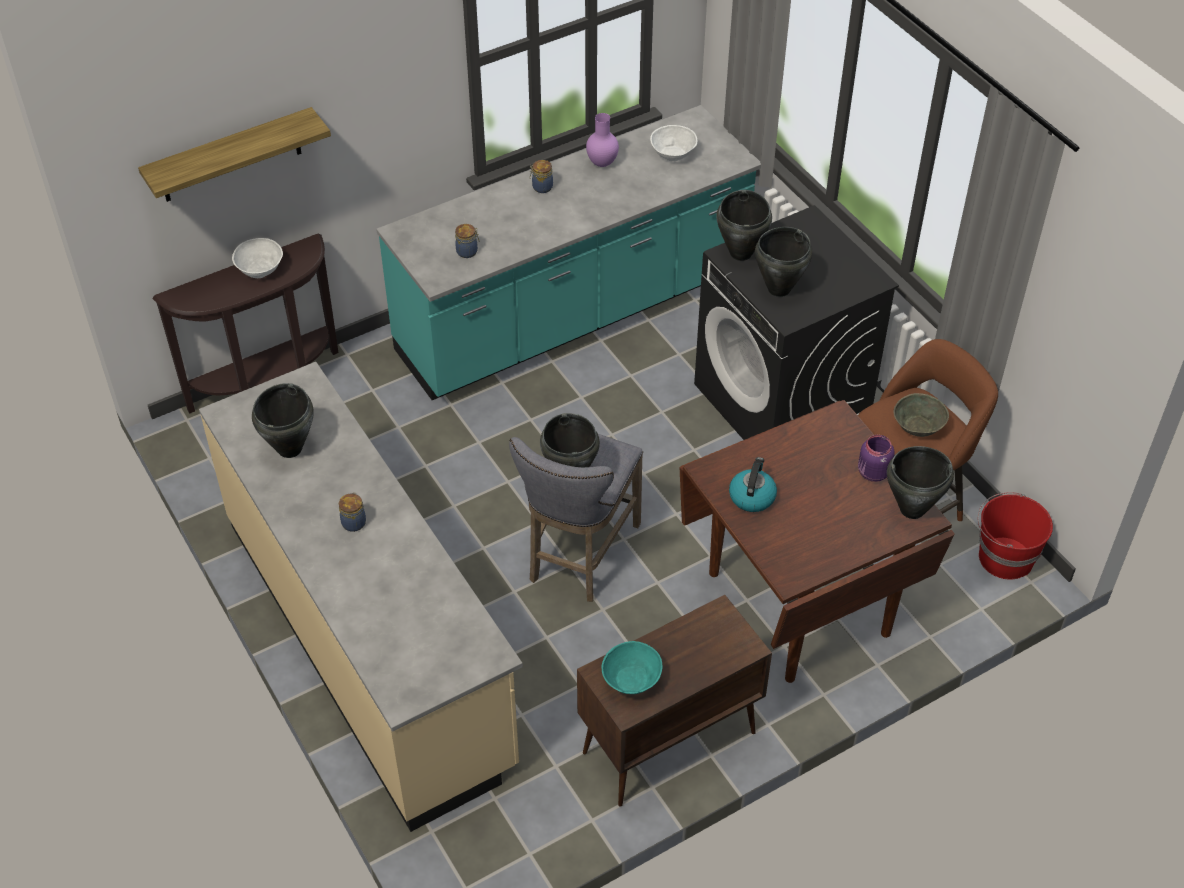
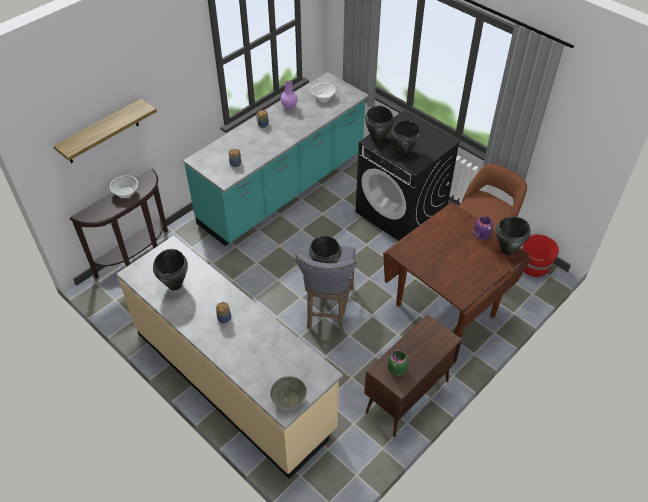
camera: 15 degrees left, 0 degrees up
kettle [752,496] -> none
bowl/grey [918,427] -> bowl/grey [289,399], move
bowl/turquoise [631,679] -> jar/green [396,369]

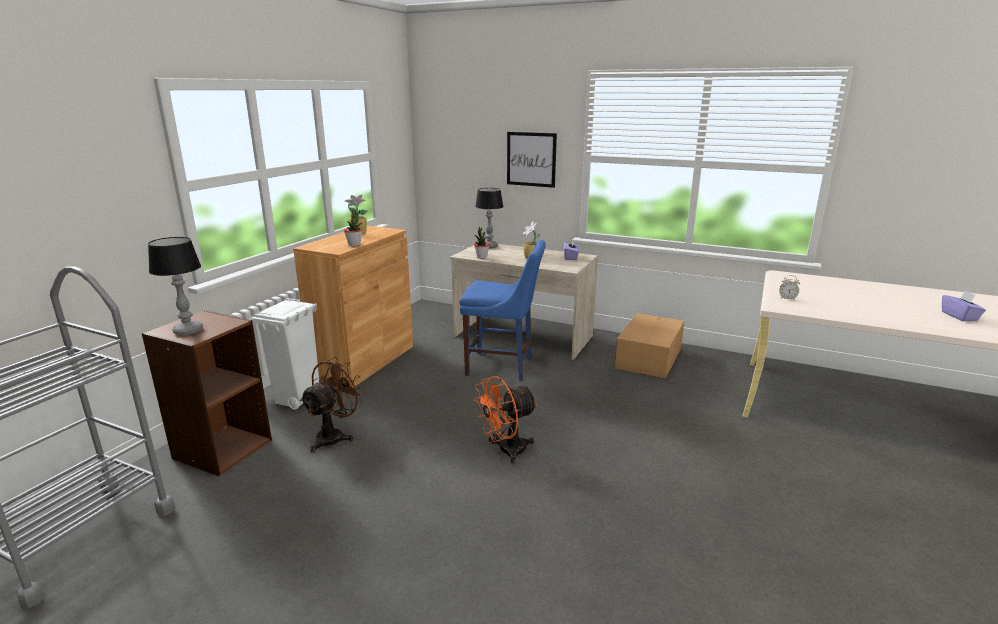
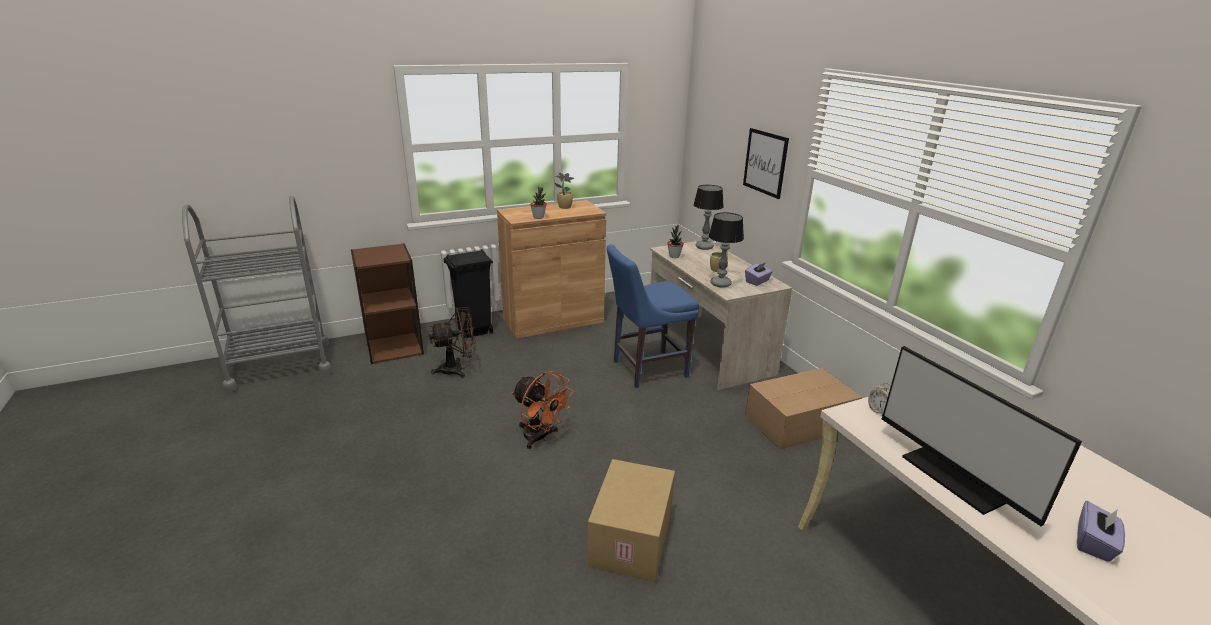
camera: 40 degrees right, 5 degrees up
none -> cardboard box [632,539]
none -> monitor [956,477]
table lamp [188,331] -> table lamp [721,284], move
trash can/white [297,399] -> trash can/black [473,332]
chair/blue [503,366] -> chair/blue [646,369], 105 degrees clockwise
fan/orange [505,451] -> fan/orange [540,438], 150 degrees counterclockwise

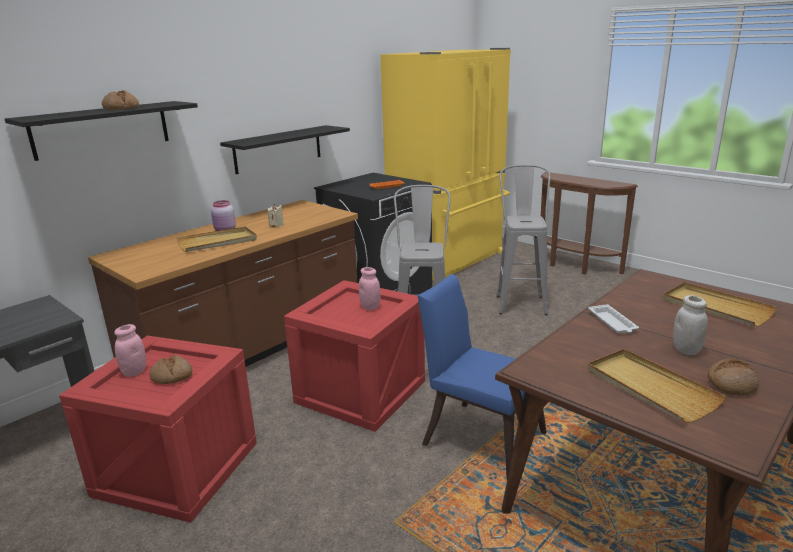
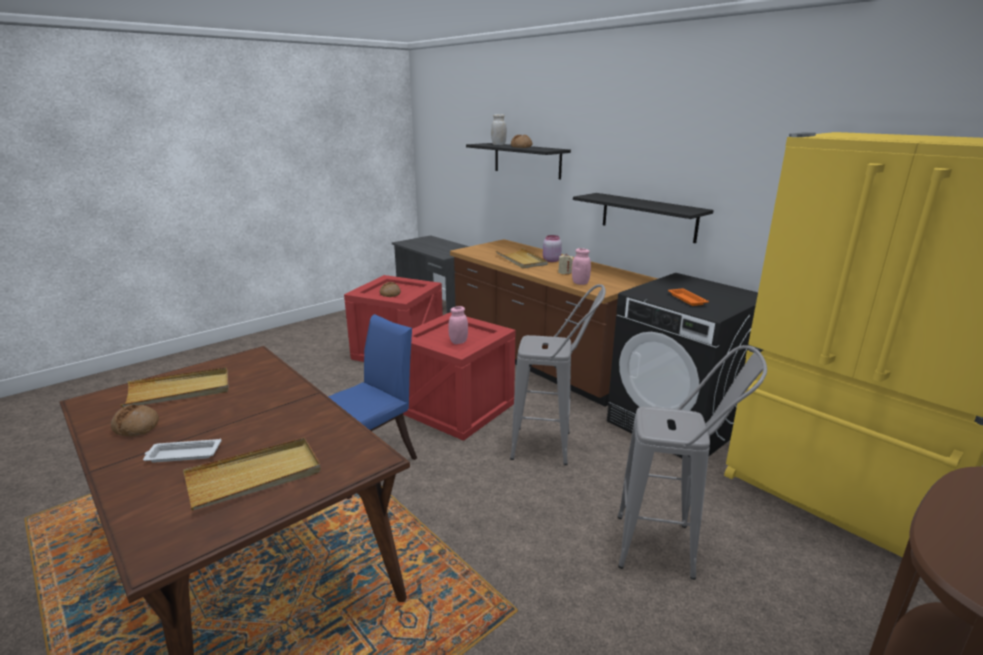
camera: 95 degrees right, 0 degrees up
jar/pink [134,372] -> jar/pink [580,283], move
tray/white [612,322] -> tray/white [182,455], move
jar/white [686,350] -> jar/white [498,144], move

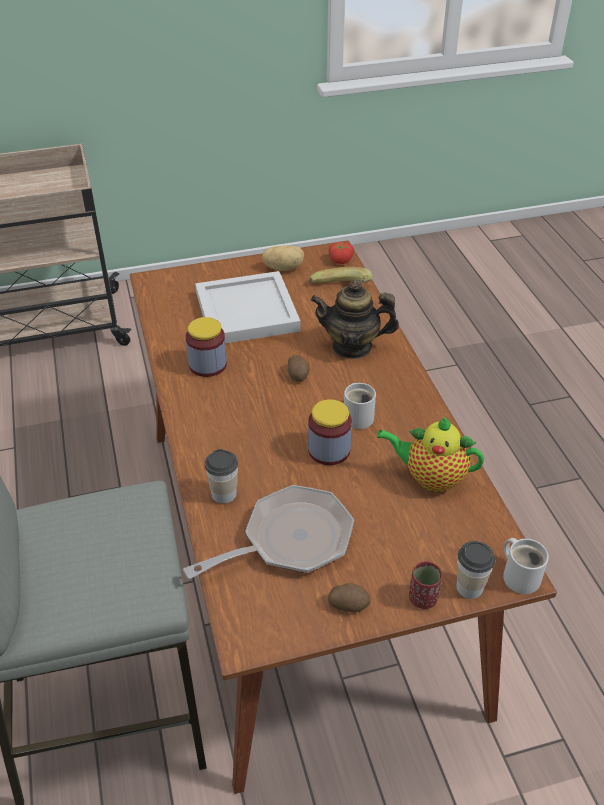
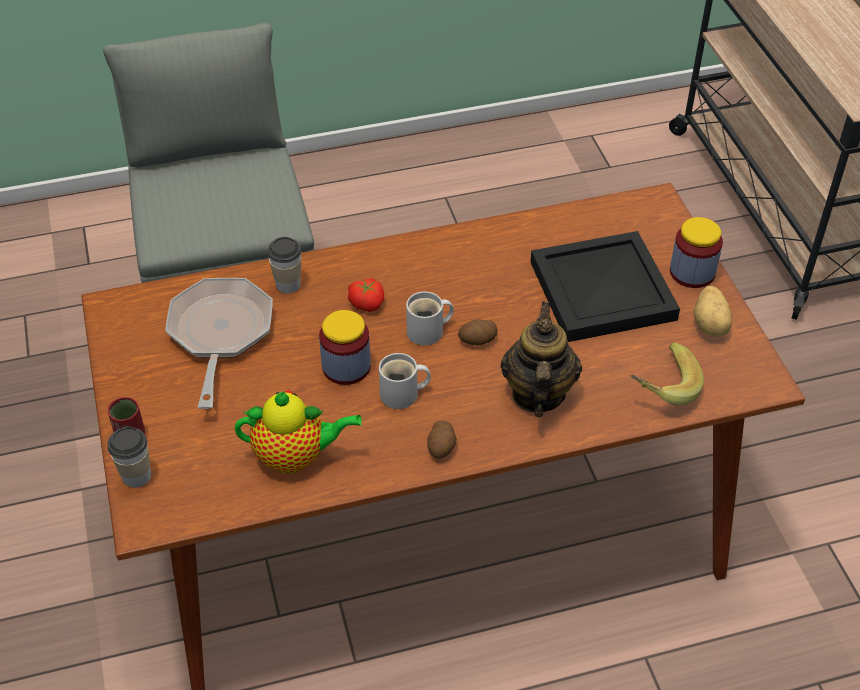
camera: 90 degrees right, 5 degrees up
jar [207,365] -> jar [692,272], move
potato [348,604] -> potato [442,447], move
tomato [340,260] -> tomato [367,303], move
mug/white [520,575] -> mug/white [429,332], move
tray/white [245,313] -> tray/black [600,289]
frying pan [290,540] -> frying pan [220,334], 150 degrees counterclockwise
teapot [430,477] -> teapot [296,456], 75 degrees clockwise

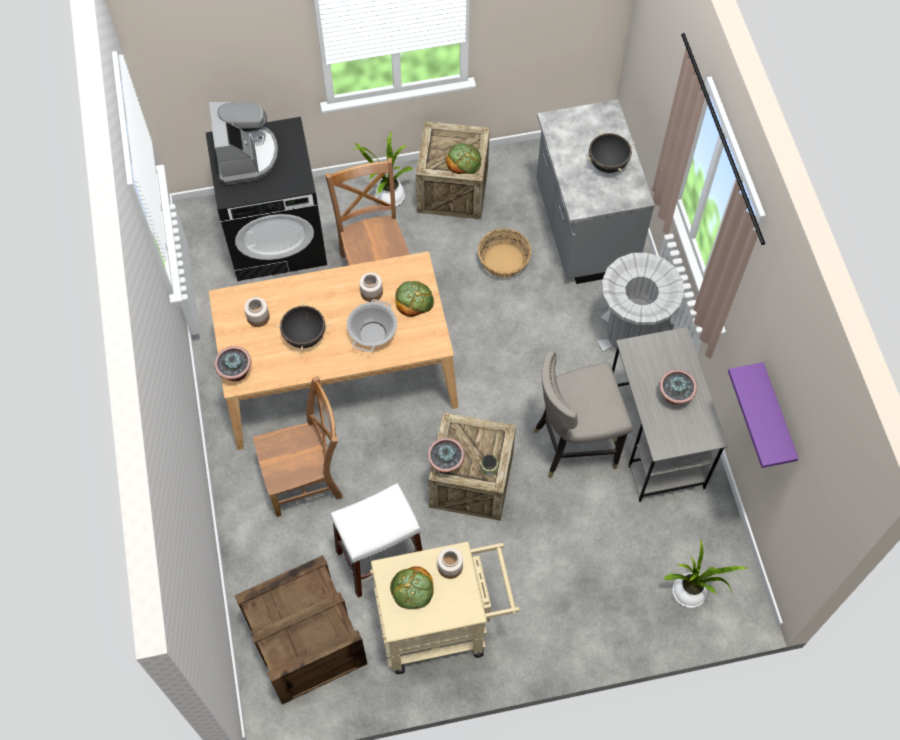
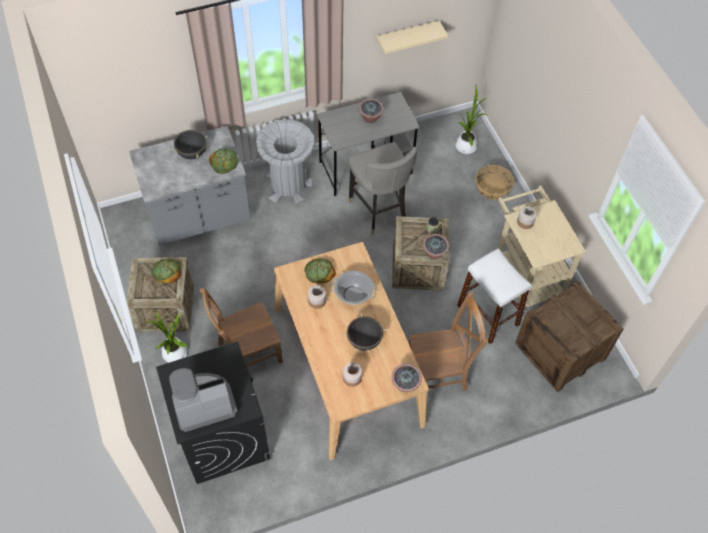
camera: 100 degrees left, 5 degrees down
bread [412,589] -> bread [224,162], move
basket [503,261] -> basket [493,188], move
shelf/purple [776,417] -> shelf/beige [407,37]
chair/brown [305,479] -> chair/brown [439,373], 105 degrees clockwise

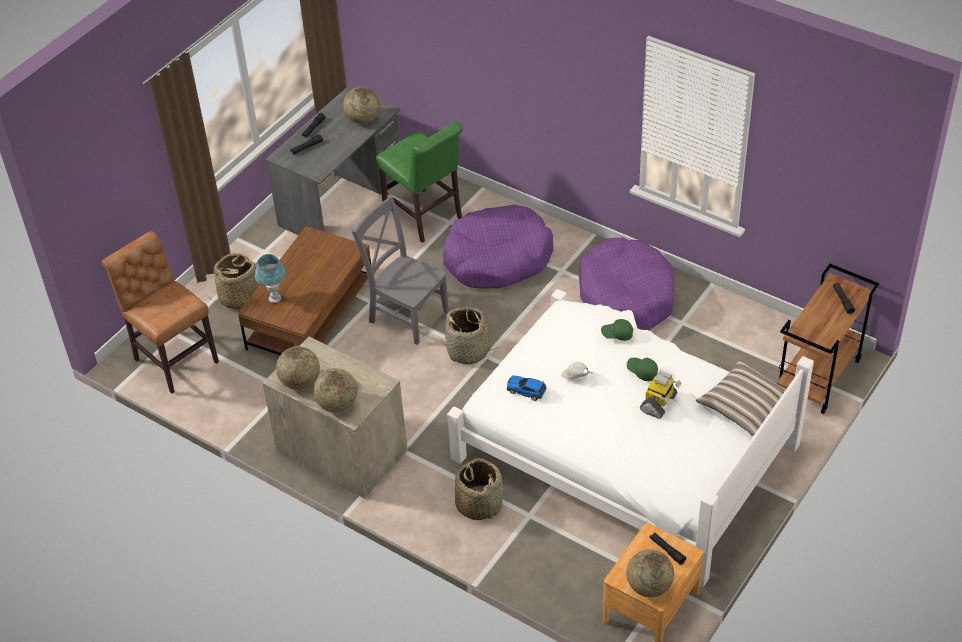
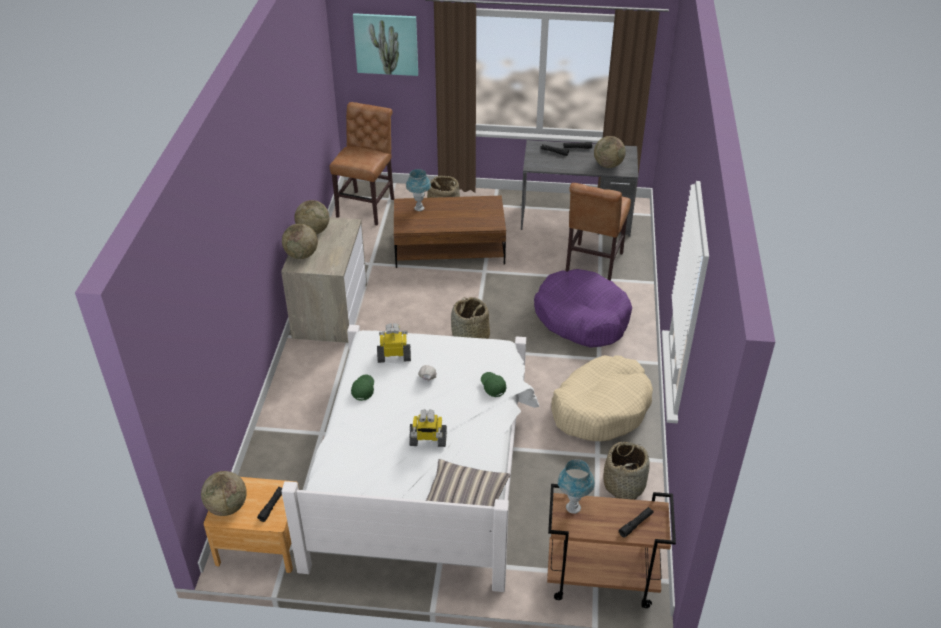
camera: 60 degrees right, 5 degrees down
chair/grey [406,314] -> none
none -> picture [386,44]
none -> table lamp/blue [573,508]
basket [479,504] -> basket [624,484], move
cap/green [642,371] -> cap/green [363,390], move
toy car [527,390] -> toy robot [394,356]
chair/green [425,218] -> chair/brown [592,265]
dog bed/purple [626,296] -> dog bed/beige [601,408]

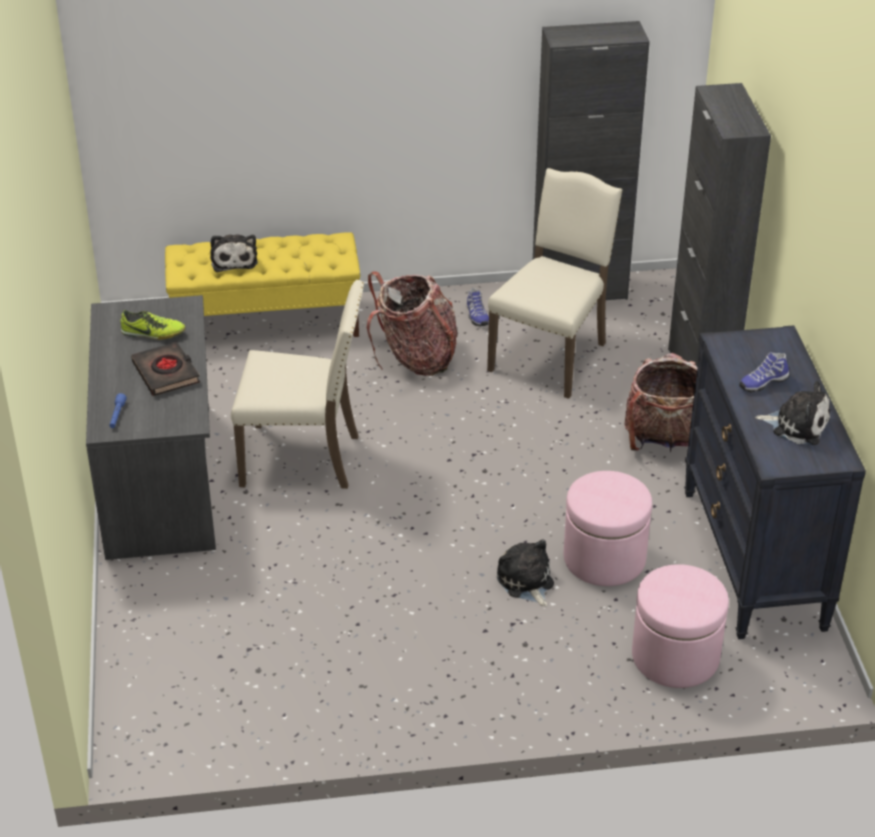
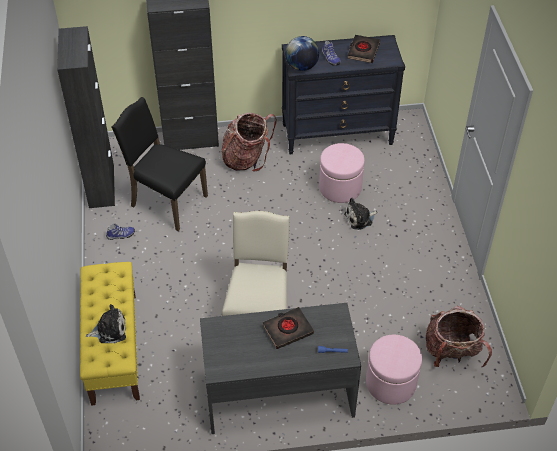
camera: 90 degrees left, 10 degrees up
shoe [153,333] -> none
none -> globe [301,66]
backpack [415,358] -> backpack [452,353], move
ottoman/pink [675,656] -> ottoman/pink [391,383], move
plush toy [797,425] -> book/black [363,51]
chair/beige [551,356] -> chair/black [166,201]

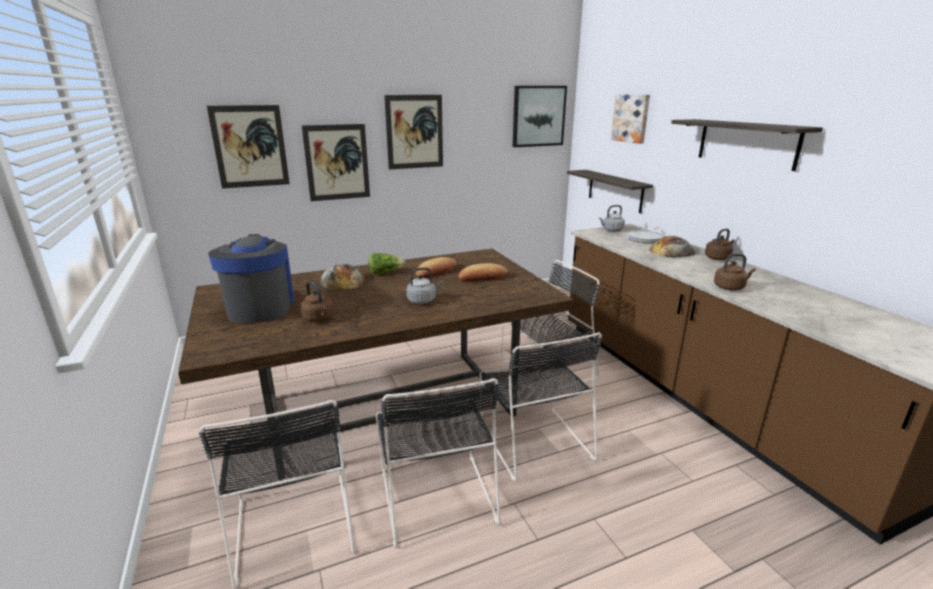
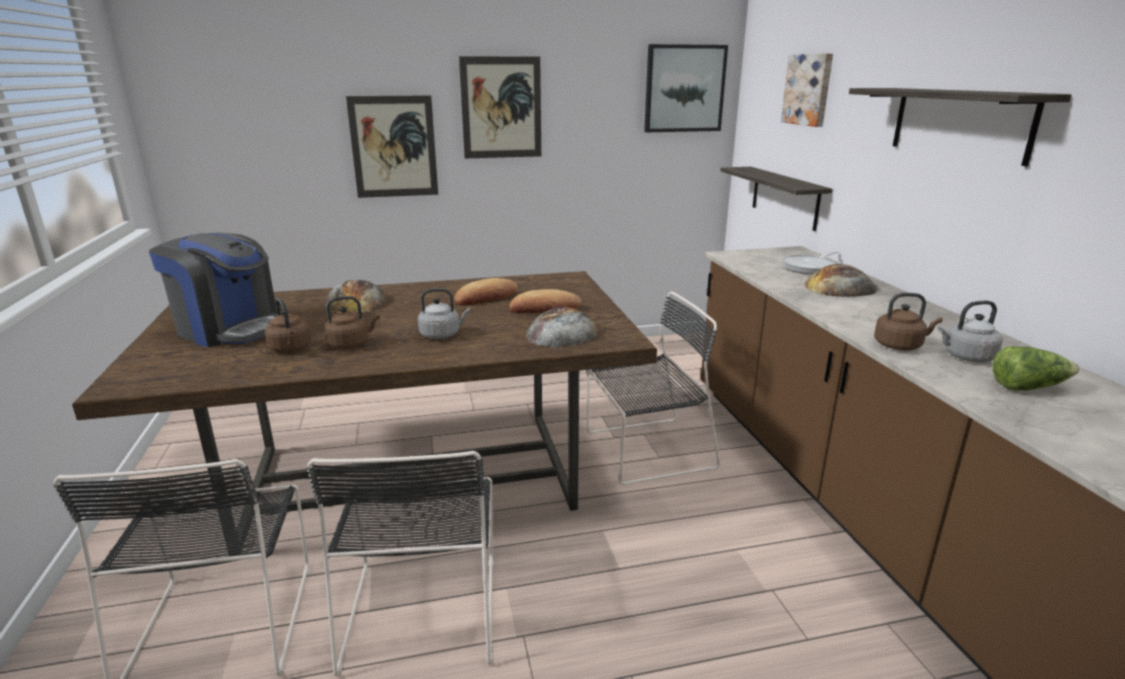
camera: 10 degrees right, 0 degrees up
picture [250,146] -> none
chair/black [533,439] -> none
none -> bread [561,332]
lettuce [385,272] -> lettuce [1027,387], move
kettle/grey [611,230] -> kettle/grey [966,357], move
kettle/brown [718,258] -> kettle/brown [351,344], move
coffee machine [260,307] -> coffee machine [230,329], 120 degrees clockwise

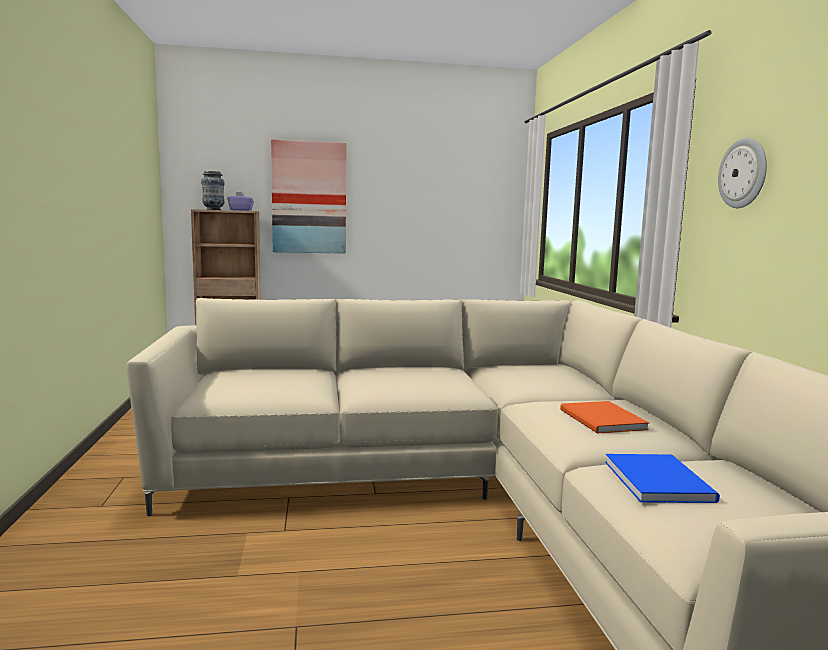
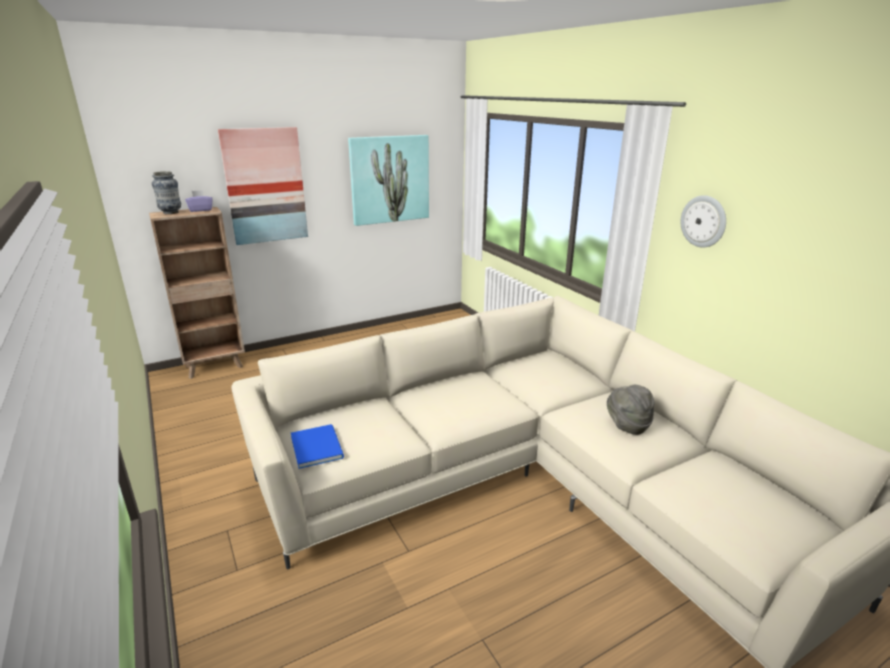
camera: 20 degrees left, 15 degrees up
none -> picture [389,179]
book/blue [658,479] -> book/blue [318,446], move
book/orange [602,420] -> hat/grey [627,425]

